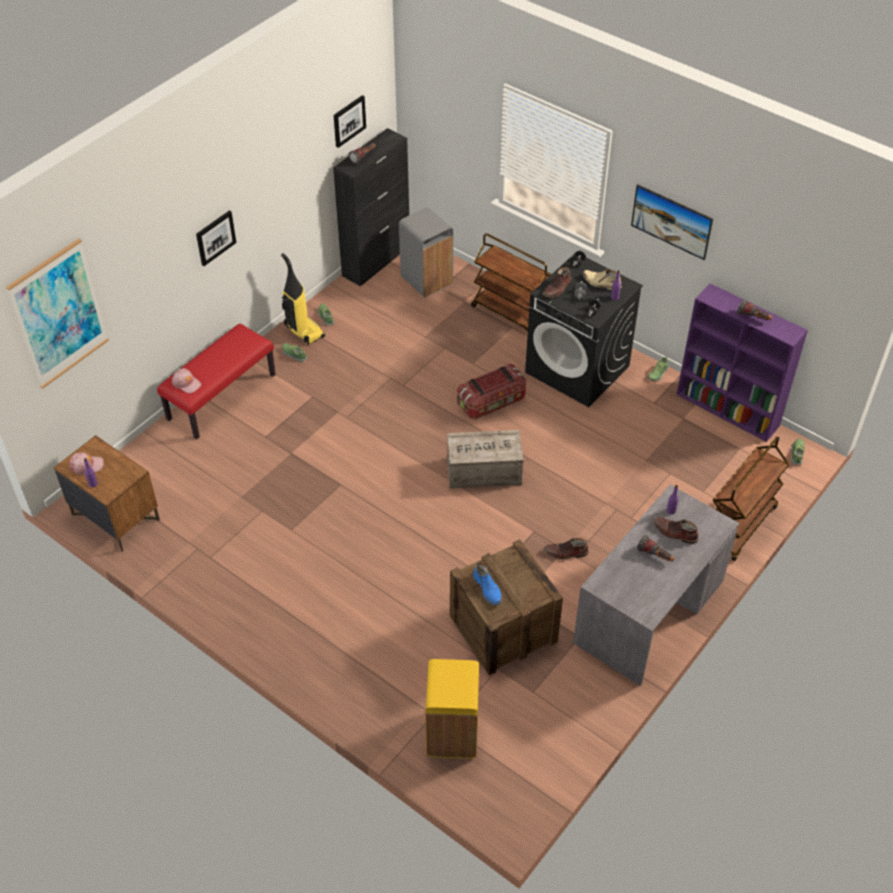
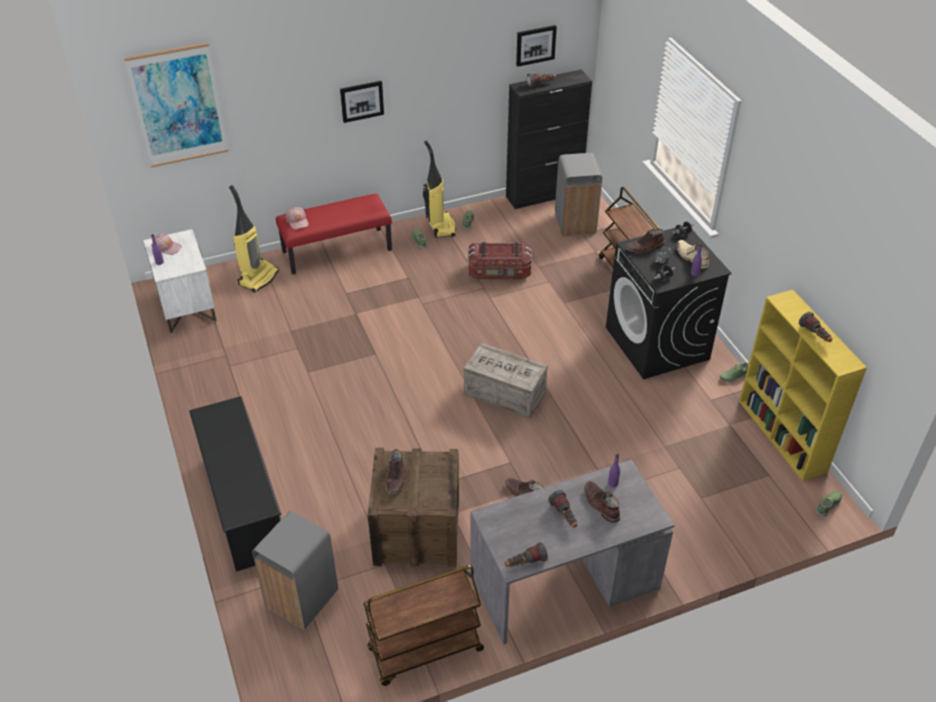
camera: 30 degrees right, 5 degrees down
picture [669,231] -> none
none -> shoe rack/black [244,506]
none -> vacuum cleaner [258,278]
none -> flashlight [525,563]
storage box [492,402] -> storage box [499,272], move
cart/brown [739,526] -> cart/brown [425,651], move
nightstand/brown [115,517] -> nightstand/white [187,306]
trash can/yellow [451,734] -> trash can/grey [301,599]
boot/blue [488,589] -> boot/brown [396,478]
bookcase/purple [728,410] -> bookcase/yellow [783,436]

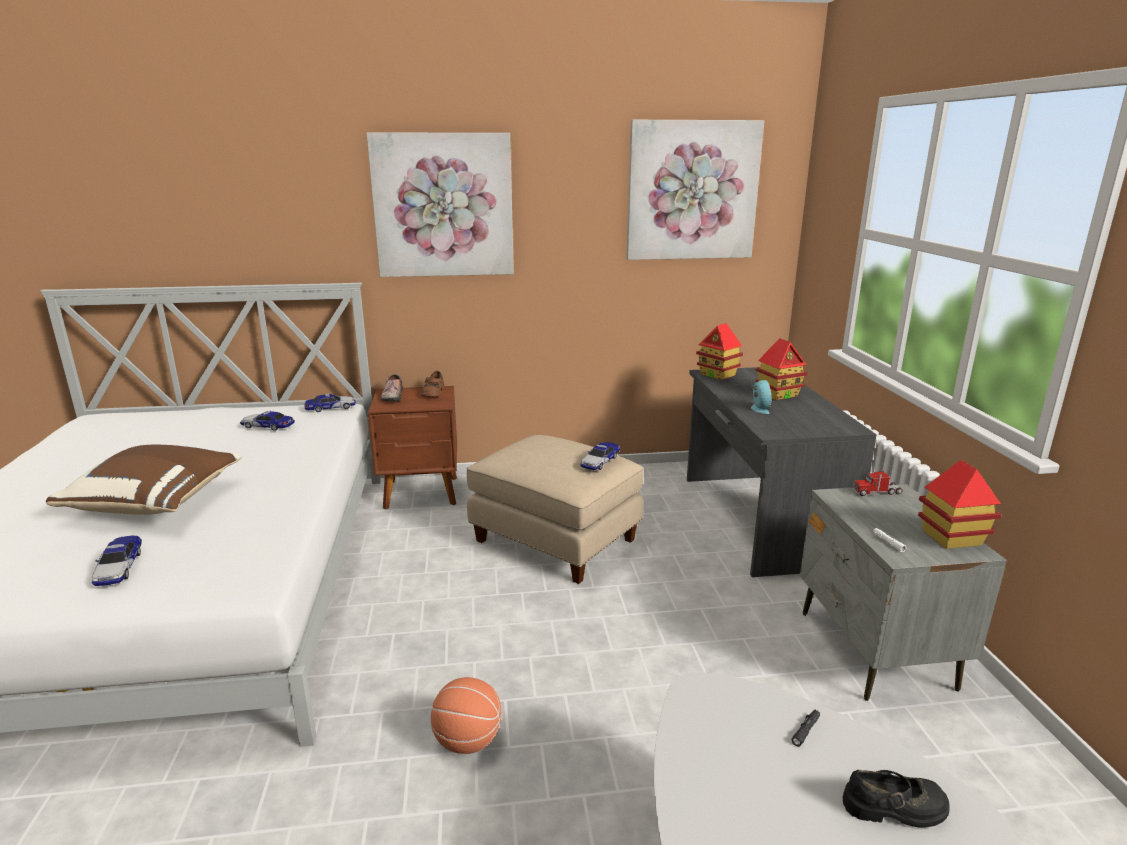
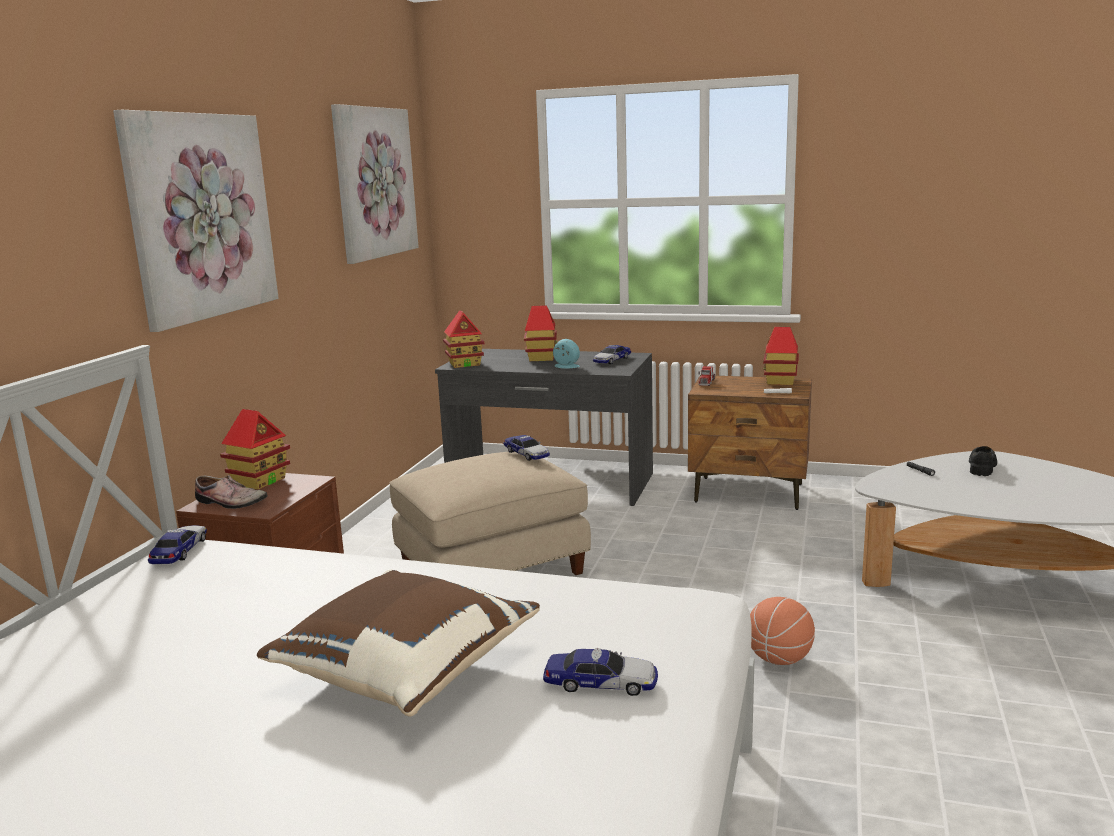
camera: 65 degrees left, 5 degrees down
toy car [267,426] -> toy car [612,360], move
shoe/brown [433,393] -> toy house [259,481]
nightstand/grey [874,650] -> nightstand/brown [749,493]

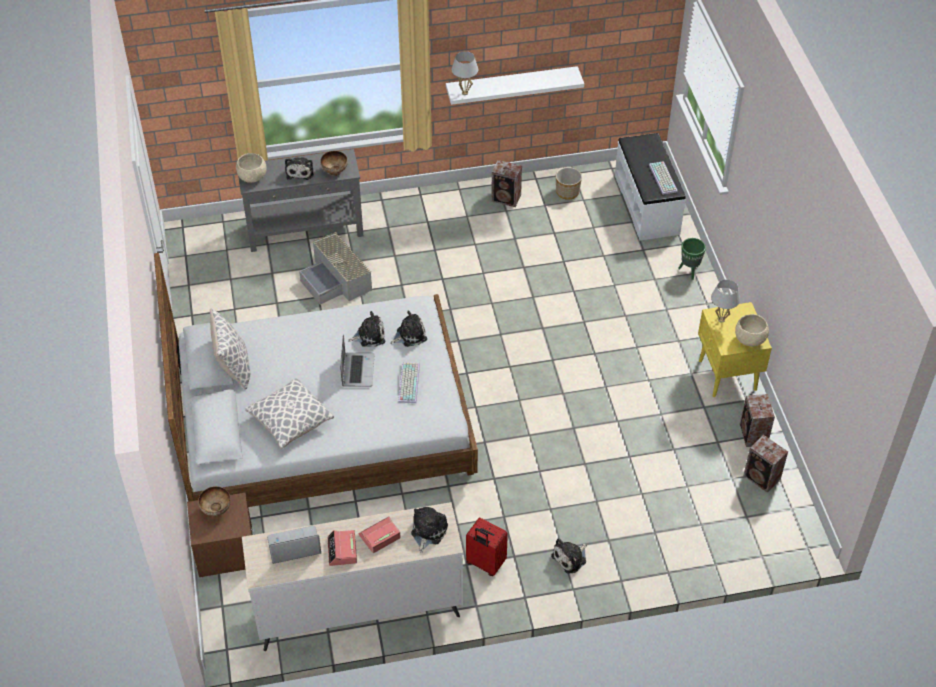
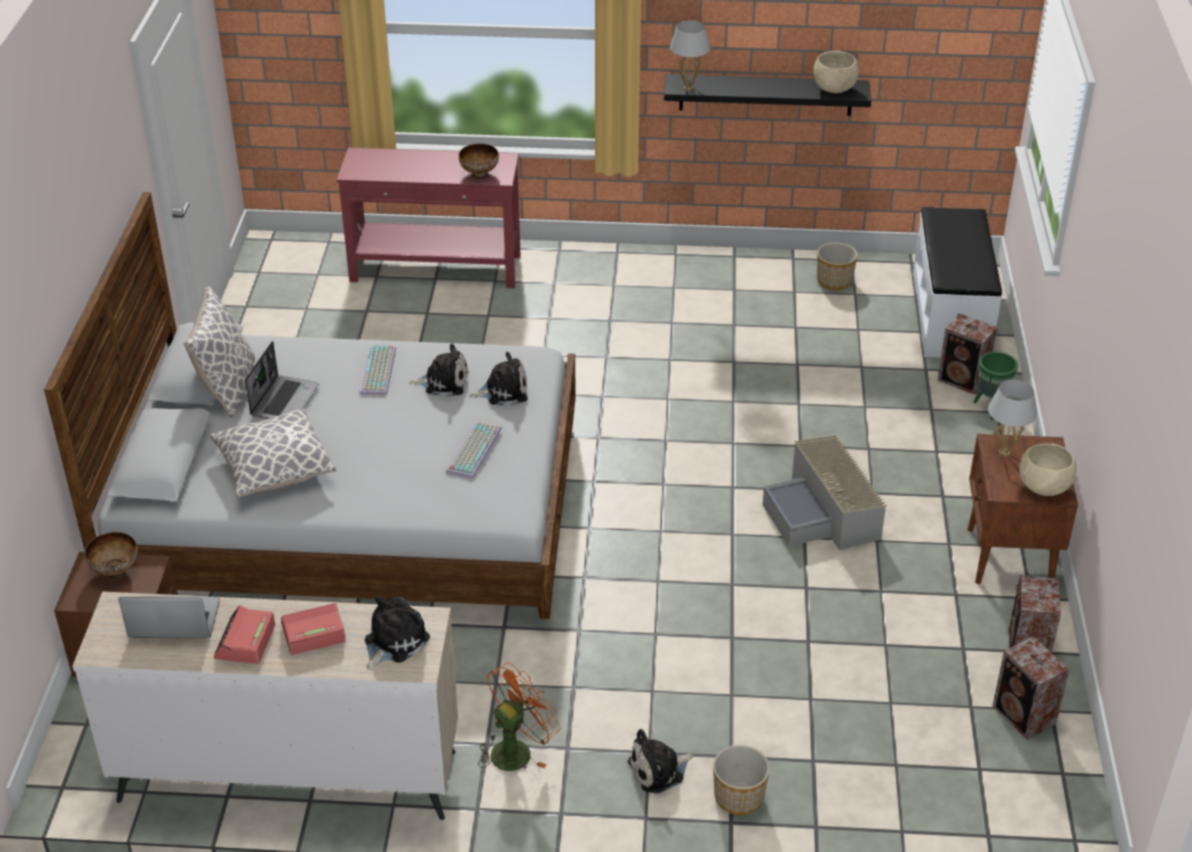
camera: 15 degrees right, 10 degrees down
plush toy [300,171] -> none
none -> planter [738,797]
bowl/beige [252,177] -> bowl/beige [833,89], move
storage box/grey [336,280] -> storage box/grey [823,513], move
laptop [357,370] -> laptop [284,400], move
speaker [507,198] -> speaker [963,380], move
keyboard [664,178] -> keyboard [379,371], move
suitcase/red [485,563] -> fan/orange [516,749]
console table/grey [305,230] -> console table/red [436,269]
shelf/white [511,84] -> shelf/black [765,94]
nightstand/yellow [727,376] -> nightstand/brown [1008,558]

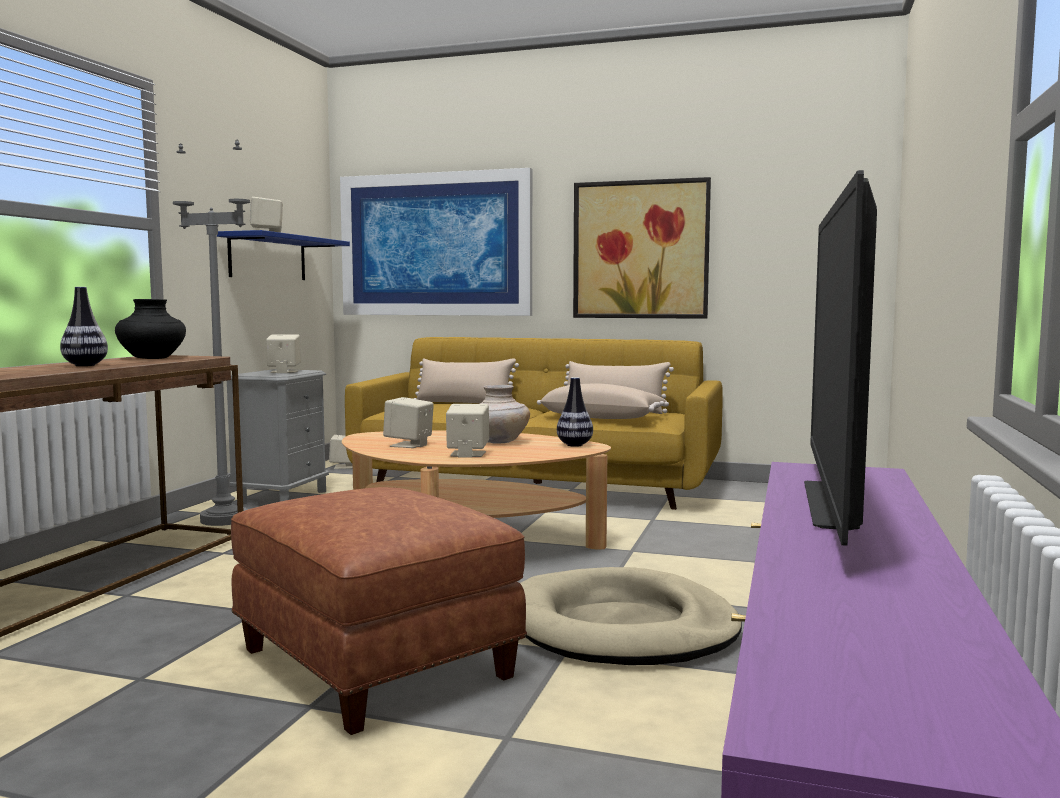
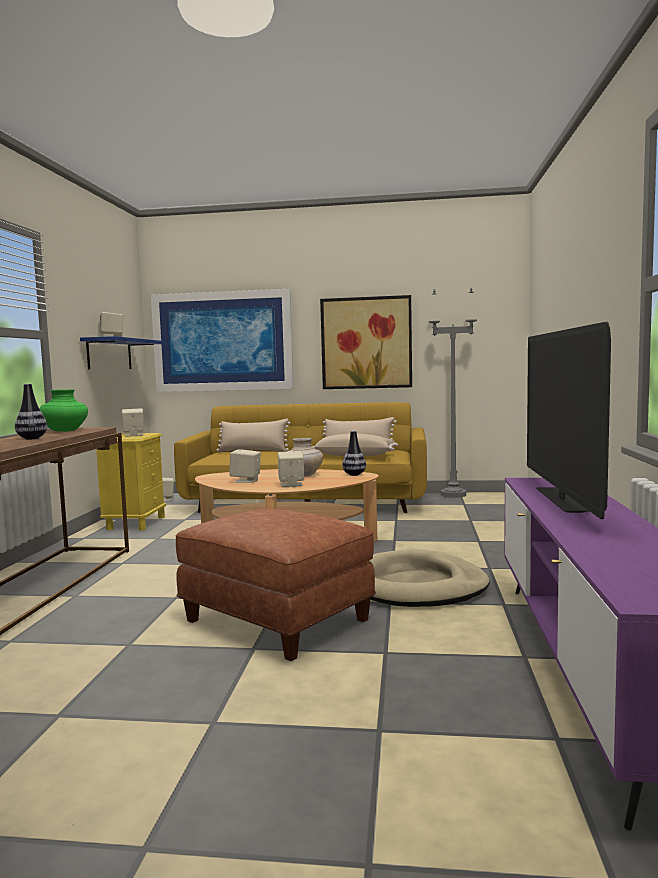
camera: 10 degrees left, 0 degrees up
floor lamp/grey [225,519] -> floor lamp/grey [453,495], move
vase/black [152,358] -> vase/green [65,431]
nightstand/grey [283,497] -> nightstand/yellow [136,523]

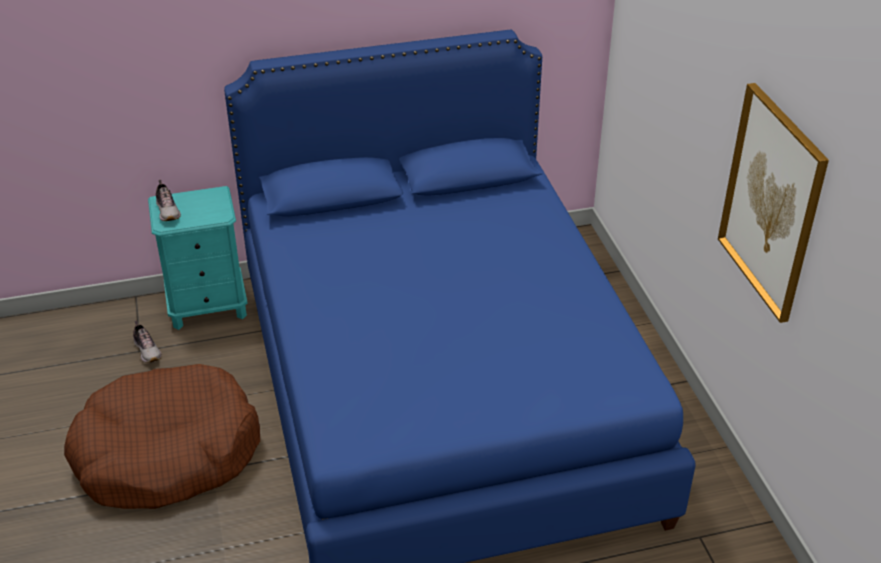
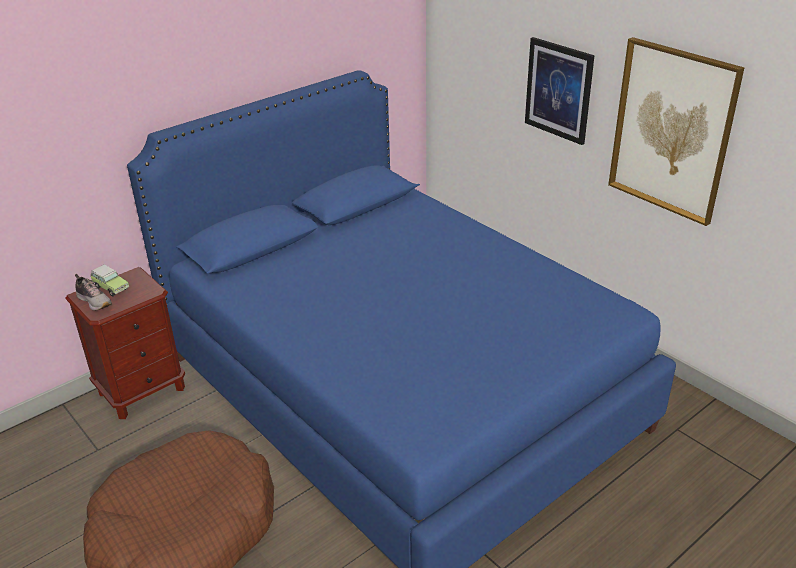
camera: 25 degrees left, 5 degrees down
shoe [147,350] -> none
none -> toy car [110,287]
none -> picture [558,90]
nightstand/turquoise [208,307] -> nightstand/brown [142,391]

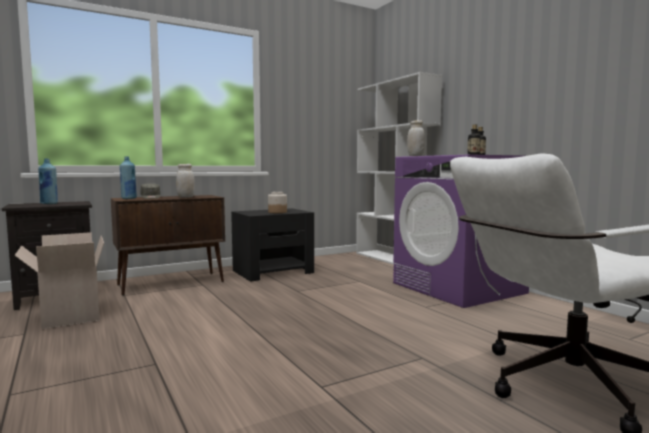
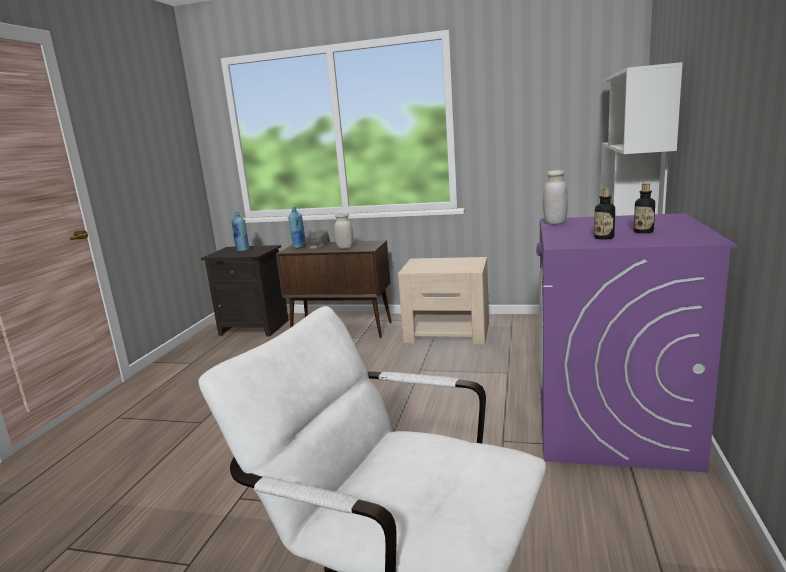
camera: 45 degrees right, 10 degrees up
cardboard box [69,316] -> none
jar [277,212] -> none
nightstand/black [273,271] -> nightstand/beige [448,332]

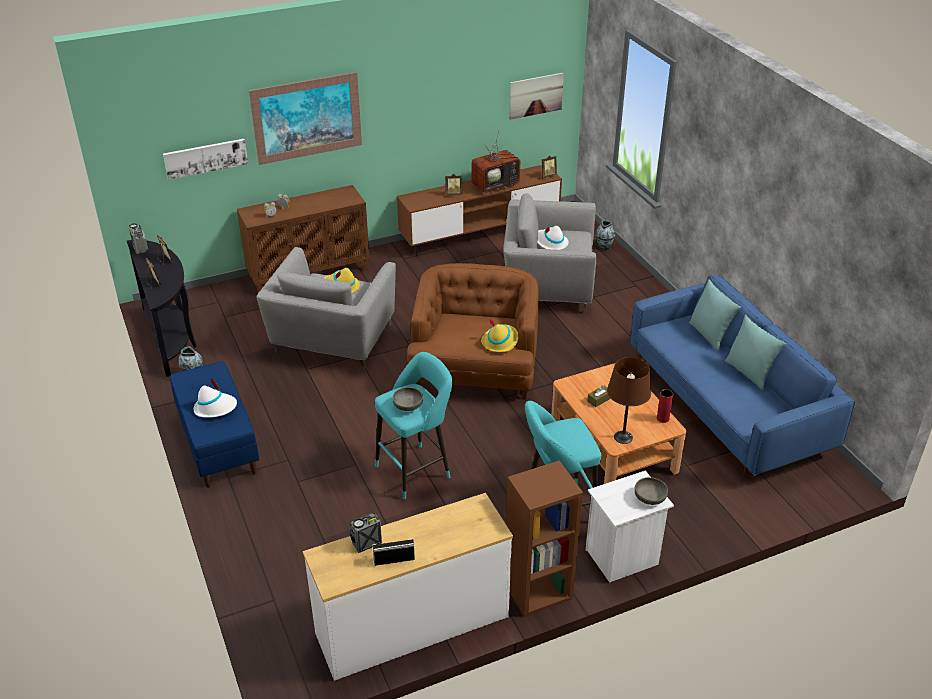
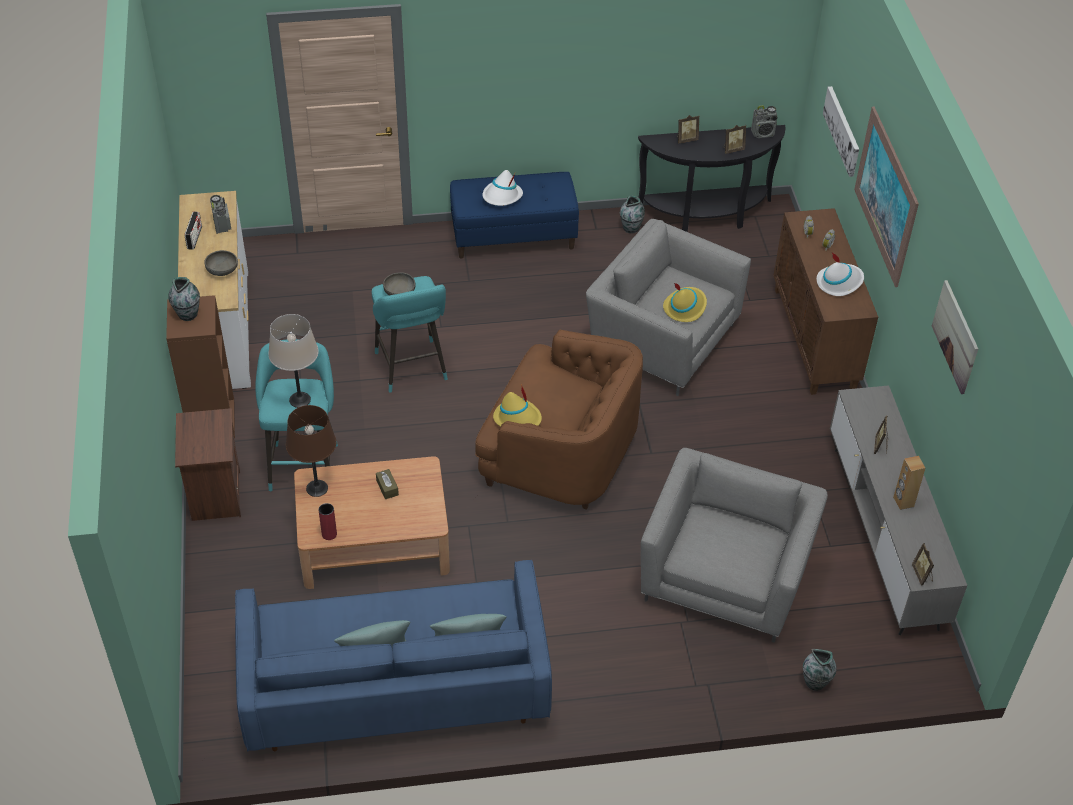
camera: 105 degrees right, 10 degrees up
none -> vase [187,314]
none -> table lamp/beige [300,400]
picture [535,95] -> picture [955,336], move
hat/white [550,242] -> hat/white [839,282], move
bowl/grey [650,498] -> bowl/grey [222,270], move
television [495,184] -> speaker/brown [903,502]
tv stand/brown [480,234] -> tv stand/grey [883,535]
nightstand/white [623,558] -> nightstand/brown [215,495]

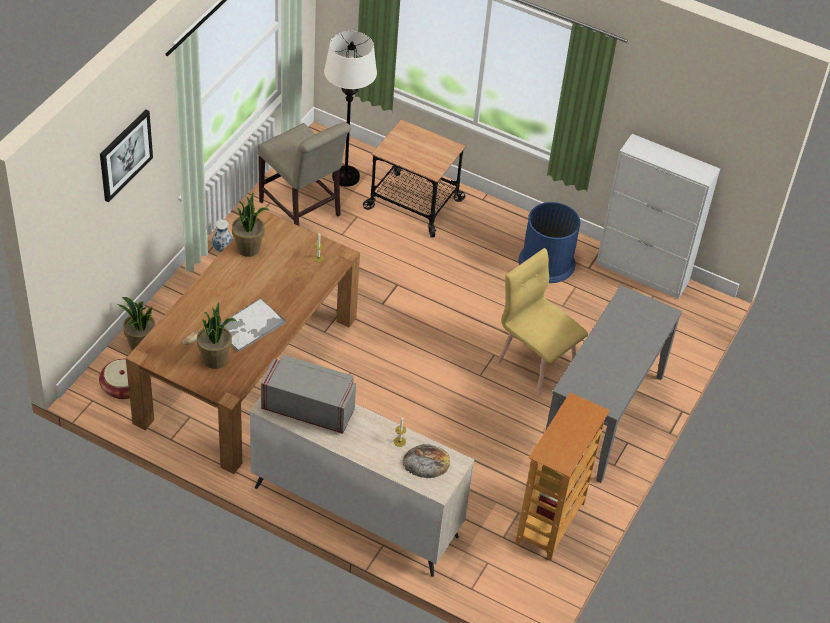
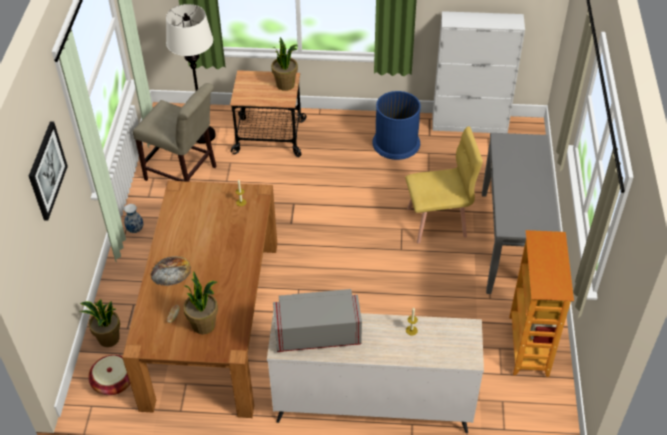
camera: 20 degrees left, 0 degrees up
tray [249,326] -> none
potted plant [249,248] -> potted plant [286,84], move
bread [426,461] -> bread [171,271], move
chair/yellow [536,363] -> chair/yellow [437,222], 150 degrees clockwise

